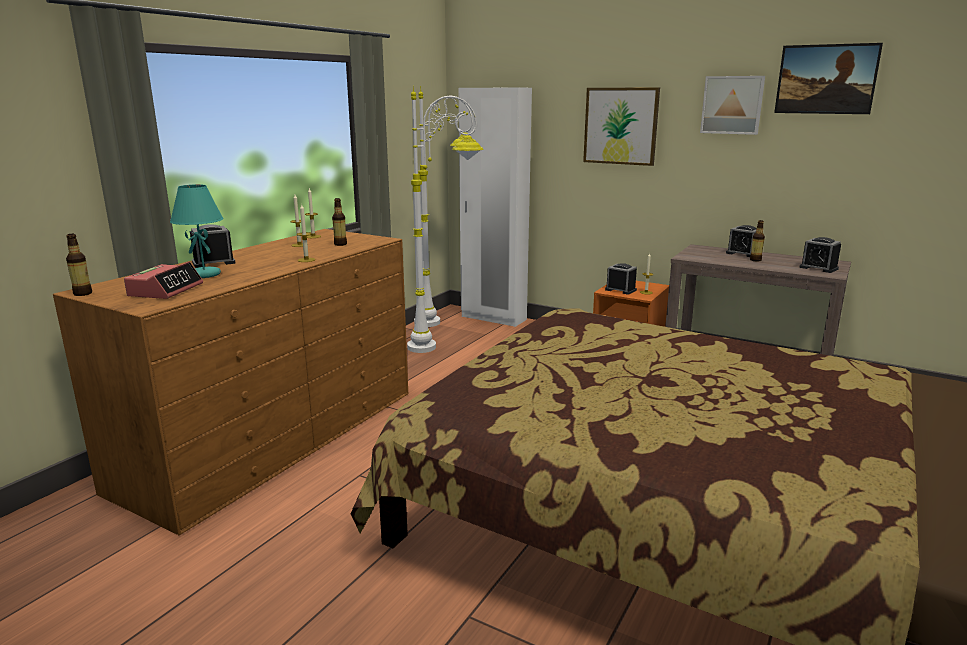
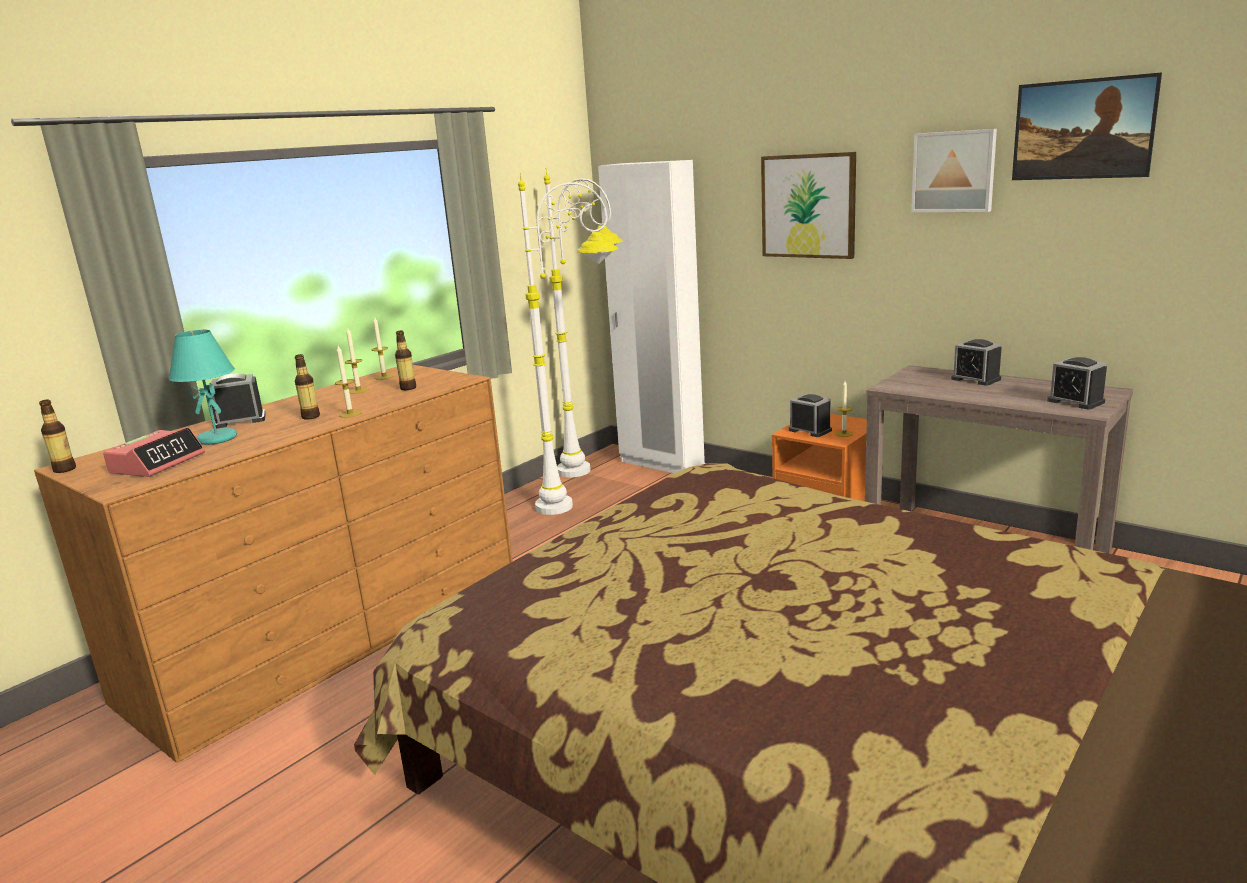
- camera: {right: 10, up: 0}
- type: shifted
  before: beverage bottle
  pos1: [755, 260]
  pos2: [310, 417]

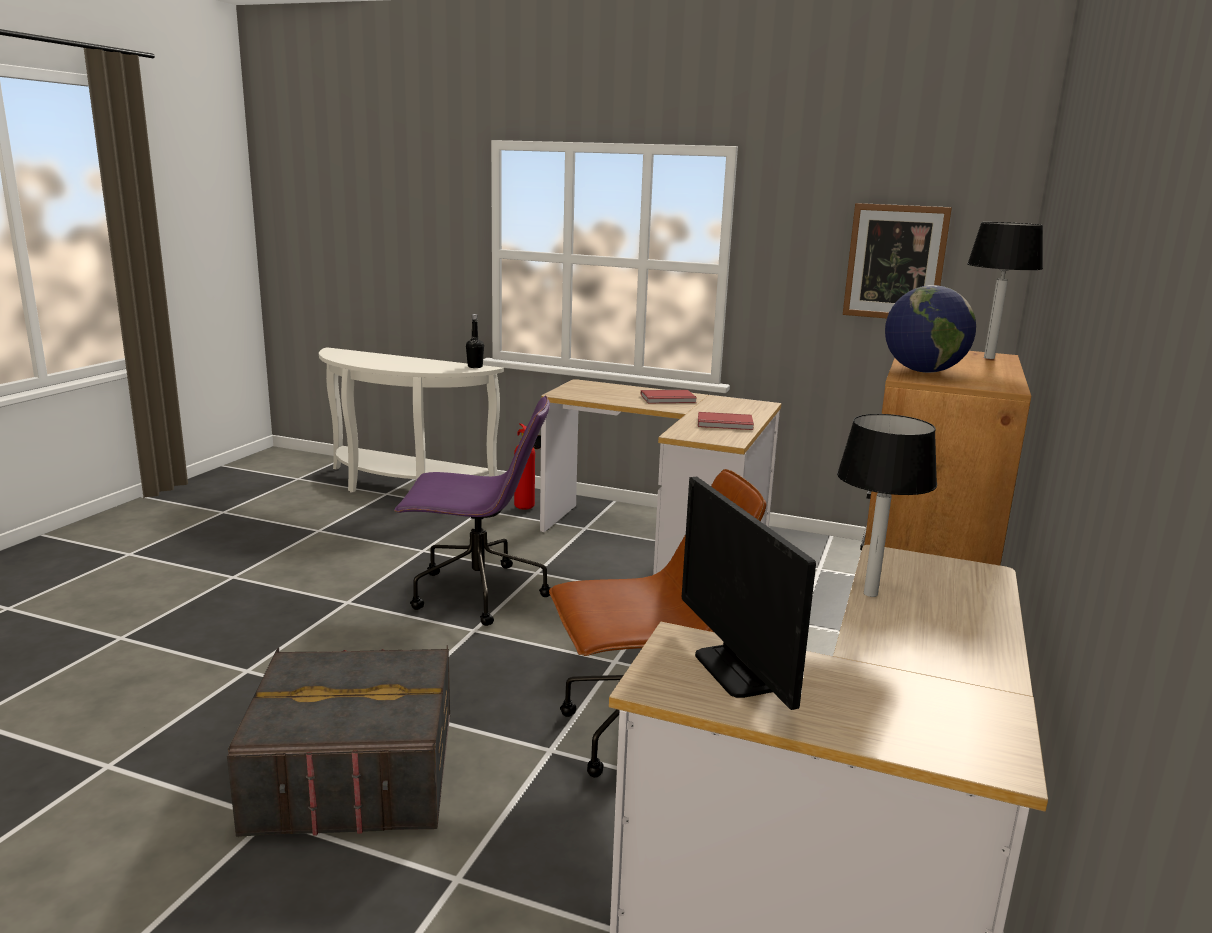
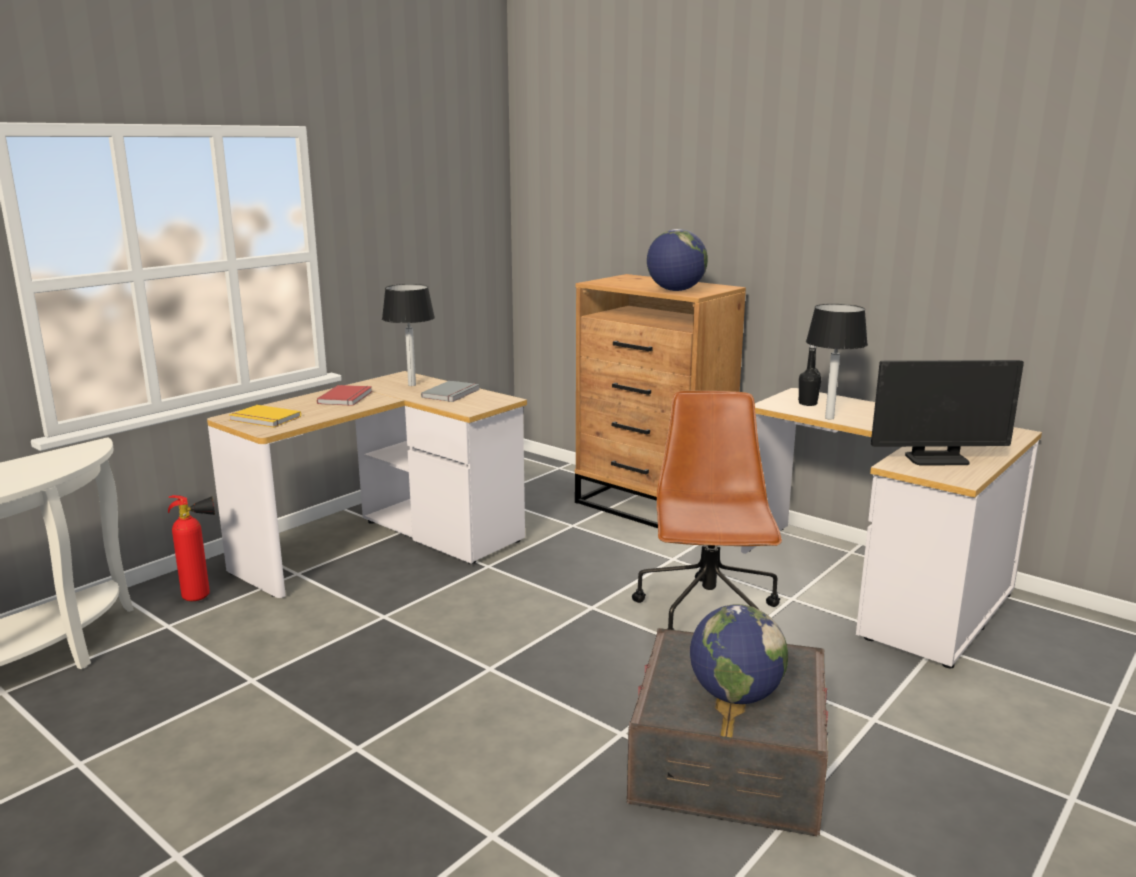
- camera: {right: -70, up: 0}
- type: gone
  before: office chair in purple
  pos1: [476, 594]
- type: gone
  before: wall picture
  pos1: [895, 262]
- type: new
  after: bound book in yellow
  pos2: [264, 419]
- type: new
  after: globe
  pos2: [735, 695]
- type: shifted
  before: beverage bottle in blackish
  pos1: [475, 366]
  pos2: [807, 403]
- type: shifted
  before: table lamp
  pos1: [989, 358]
  pos2: [412, 385]
- type: repainted
  before: bound book in reddish
  after: bound book in grey
  pos1: [725, 424]
  pos2: [452, 393]

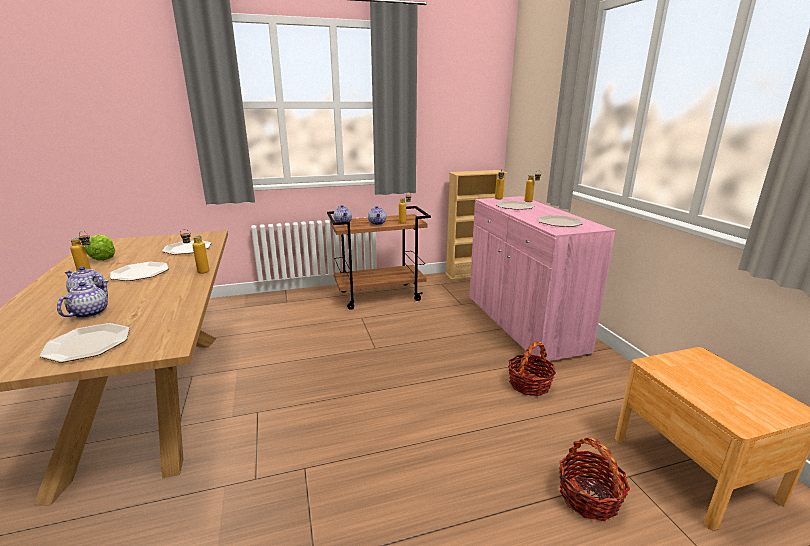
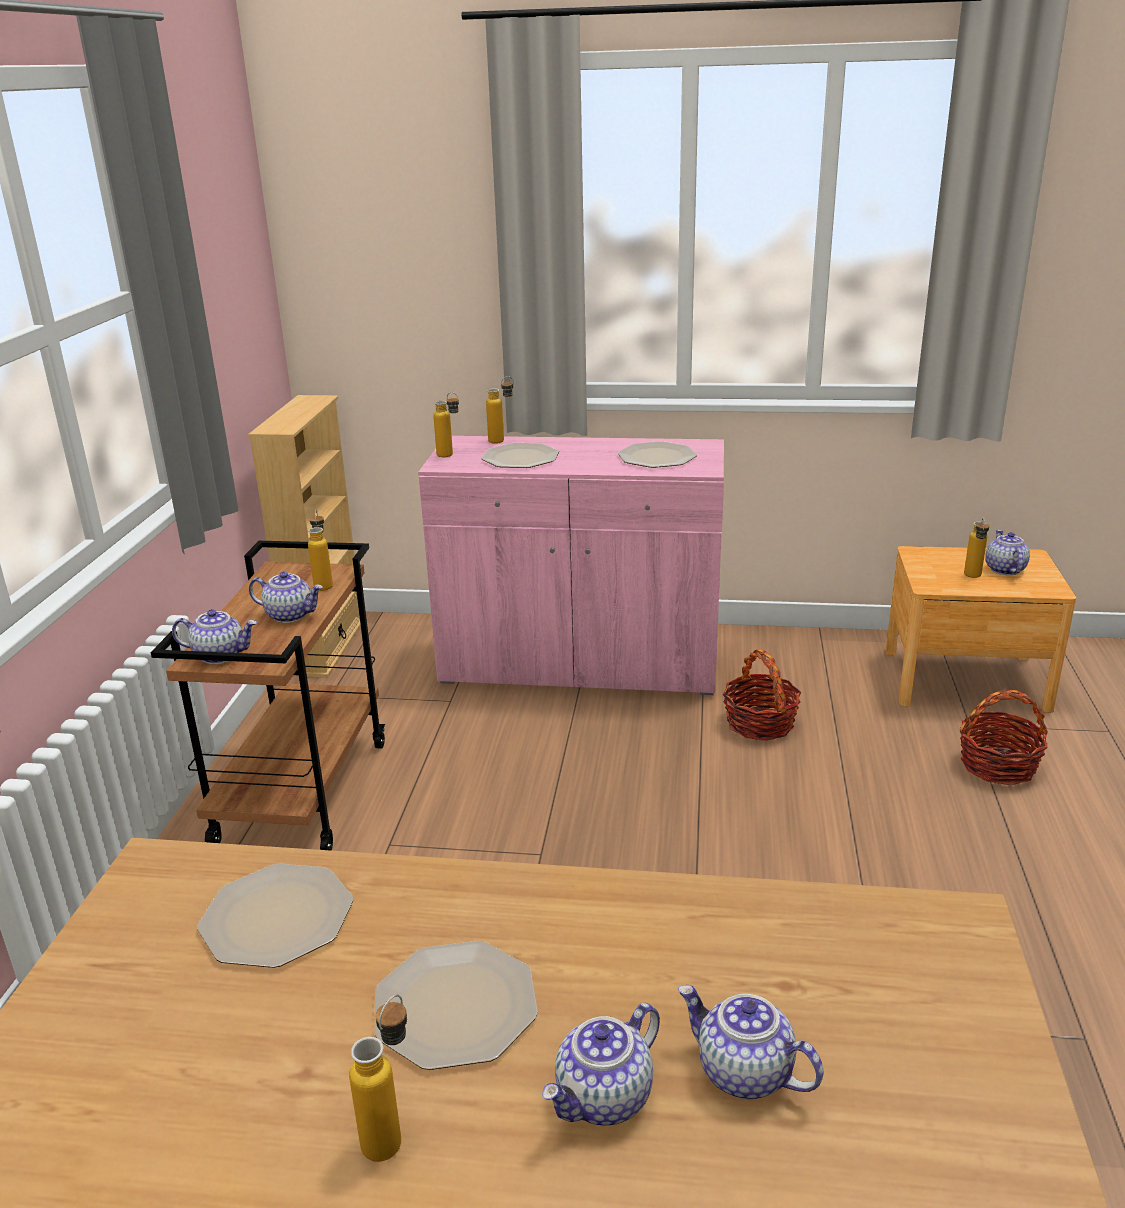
- camera: {right: -65, up: 5}
- type: gone
  before: flat dish
  pos1: [87, 344]
- type: gone
  before: lettuce head
  pos1: [103, 258]
- type: new
  after: tea pot
  pos2: [1004, 569]
- type: shifted
  before: beverage bottle
  pos1: [198, 272]
  pos2: [973, 577]

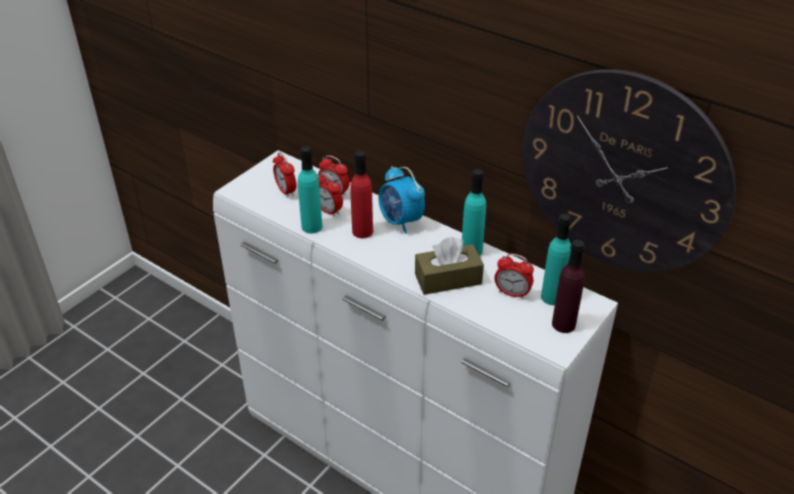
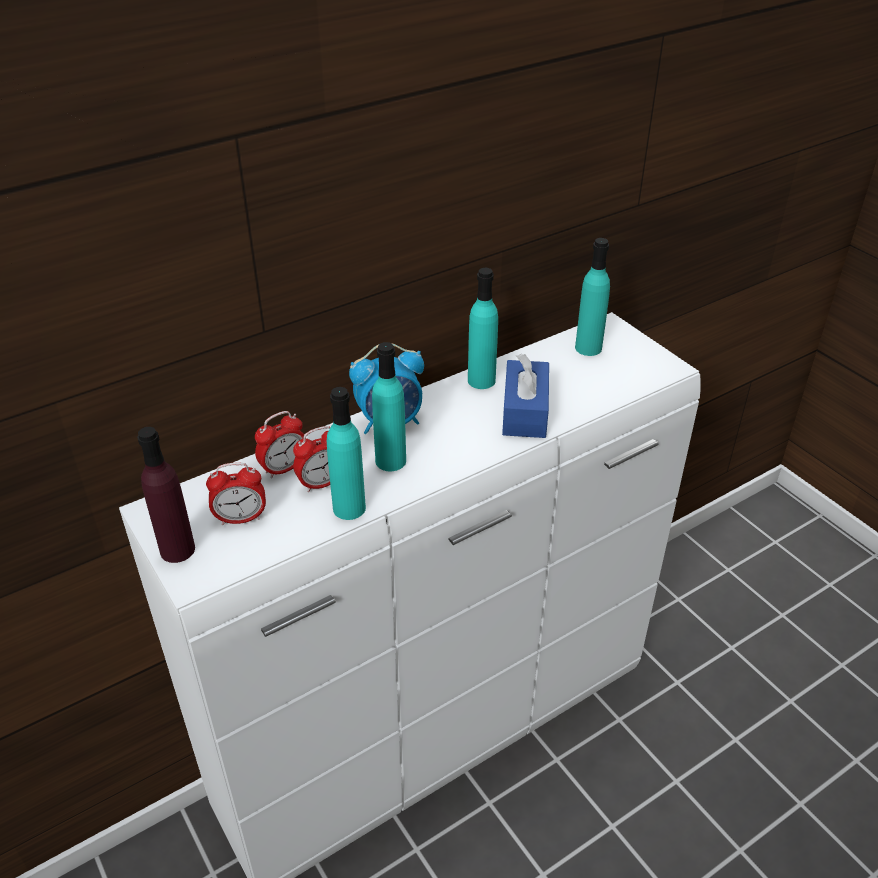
- camera: {right: -70, up: 0}
- type: gone
  before: bedside clock
  pos1: [512, 293]
- type: gone
  before: wall clock
  pos1: [623, 174]
- type: shifted
  before: beverage bottle in purple
  pos1: [563, 324]
  pos2: [177, 550]
- type: repainted
  before: beverage bottle in reddish
  after: beverage bottle in turquoise
  pos1: [362, 231]
  pos2: [390, 461]
- type: repainted
  before: tissue holder in brown-coloured
  after: tissue holder in blue-coloured
  pos1: [448, 279]
  pos2: [525, 411]

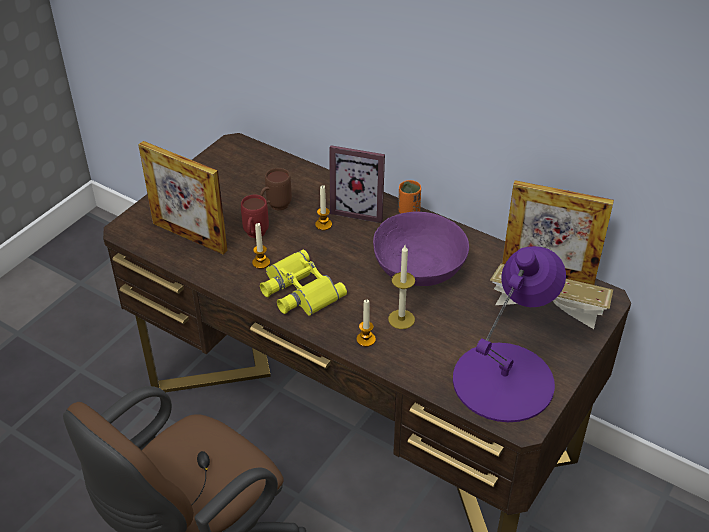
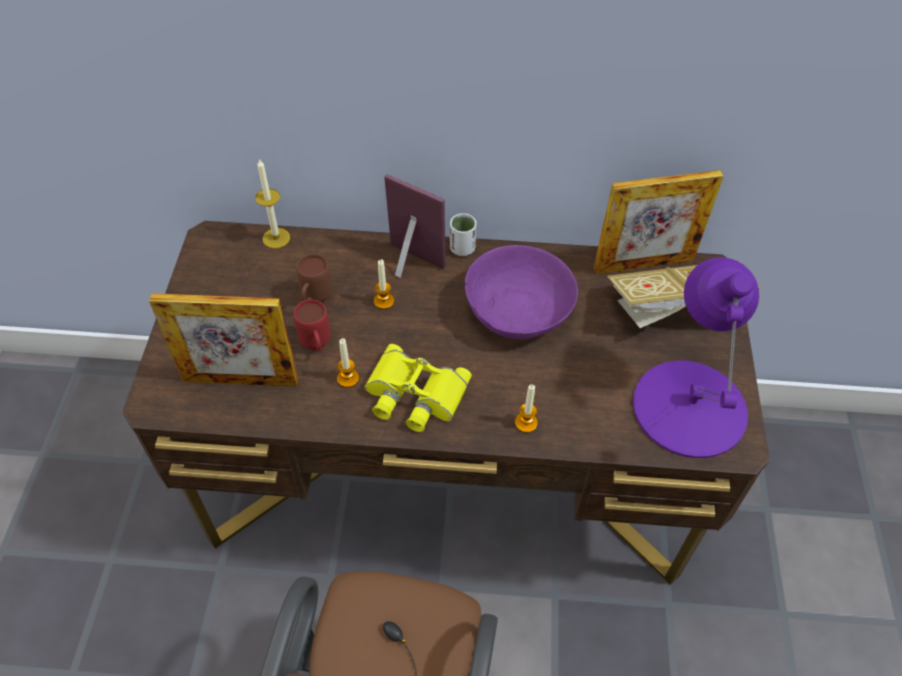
- camera: {right: -30, up: 10}
- type: shifted
  before: candle
  pos1: [401, 319]
  pos2: [276, 238]
- type: repainted
  before: drinking cup in orange
  after: drinking cup in whitish
  pos1: [409, 211]
  pos2: [462, 248]
- type: rotated
  before: picture frame
  pos1: [359, 209]
  pos2: [409, 265]
  turn: -135

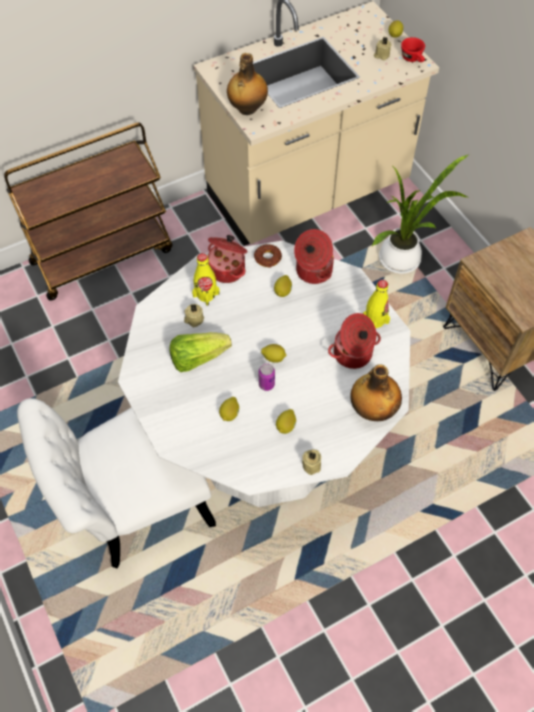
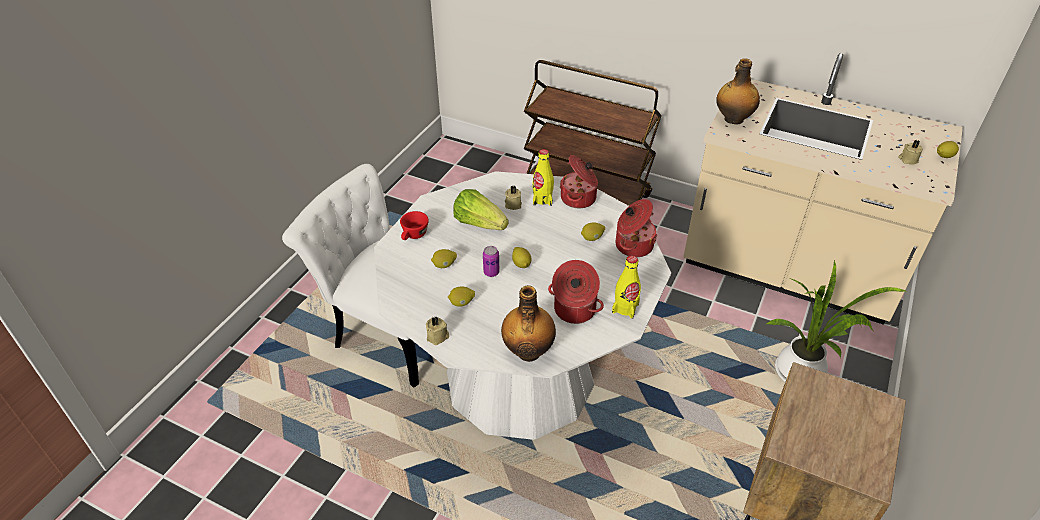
- camera: {right: 55, up: -15}
- type: gone
  before: donut
  pos1: [268, 258]
- type: shifted
  before: drinking cup in reddish
  pos1: [413, 59]
  pos2: [414, 236]

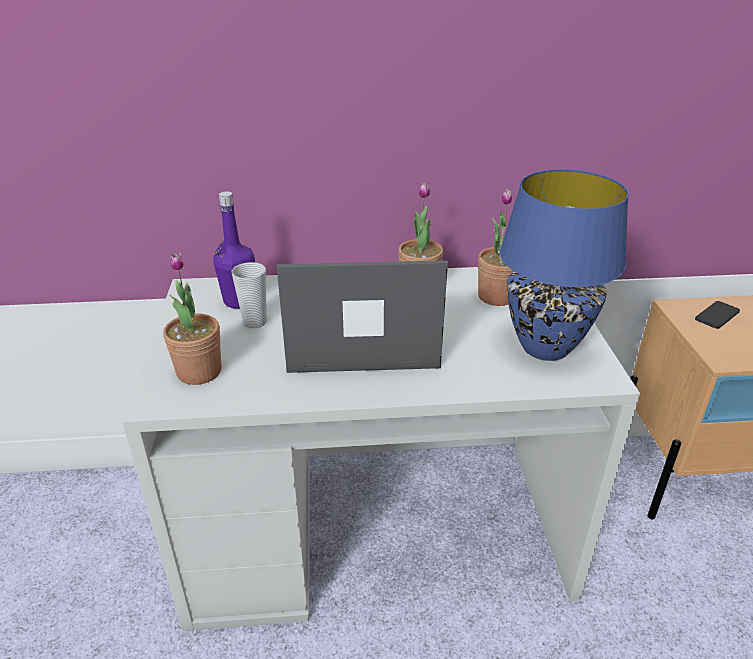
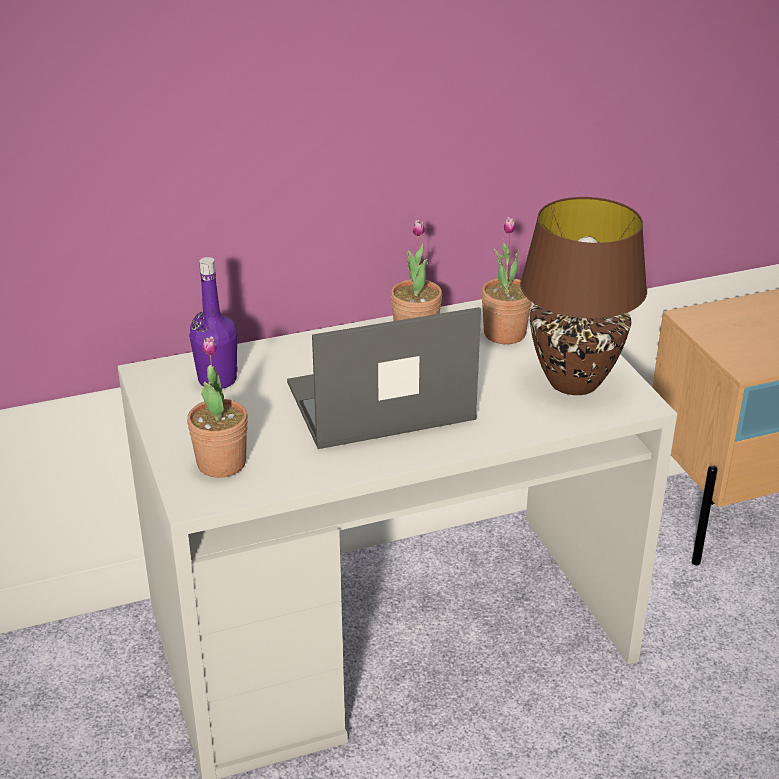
- camera: {right: -15, up: 0}
- type: gone
  before: drinking cup
  pos1: [255, 322]
- type: gone
  before: phone
  pos1: [717, 315]
- type: repainted
  before: table lamp in blue-coloured
  after: table lamp in brown-coloured
  pos1: [544, 347]
  pos2: [572, 382]

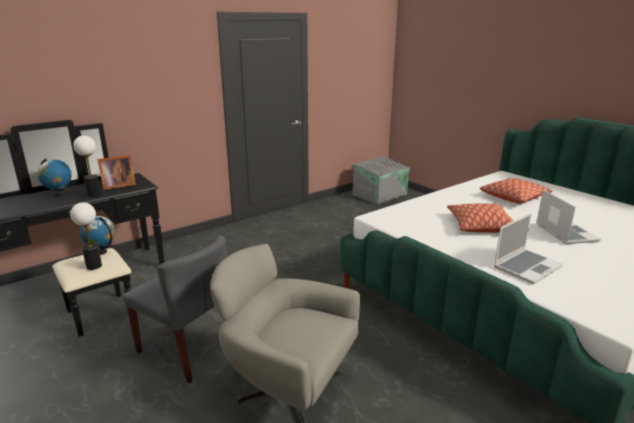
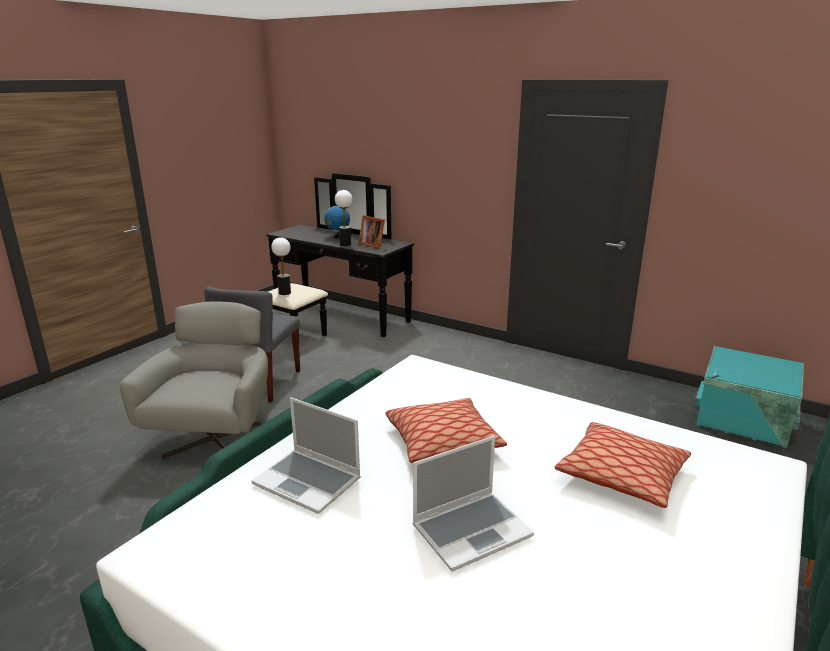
- camera: {right: 70, up: 0}
- type: gone
  before: globe
  pos1: [102, 252]
- type: repainted
  before: storage bin in grey
  after: storage bin in turquoise
  pos1: [380, 194]
  pos2: [743, 421]

